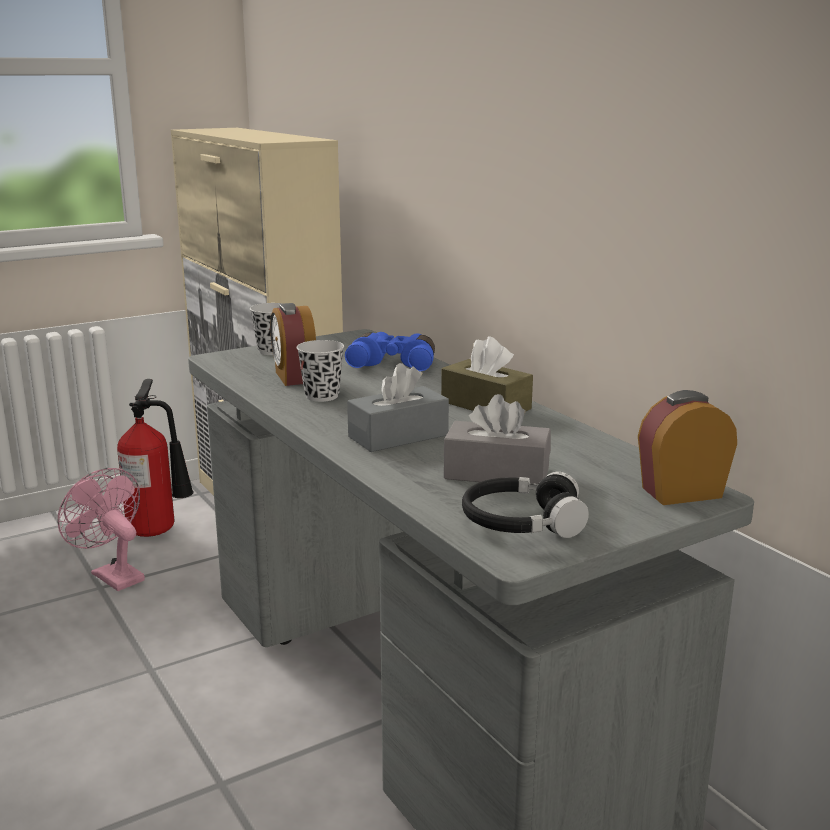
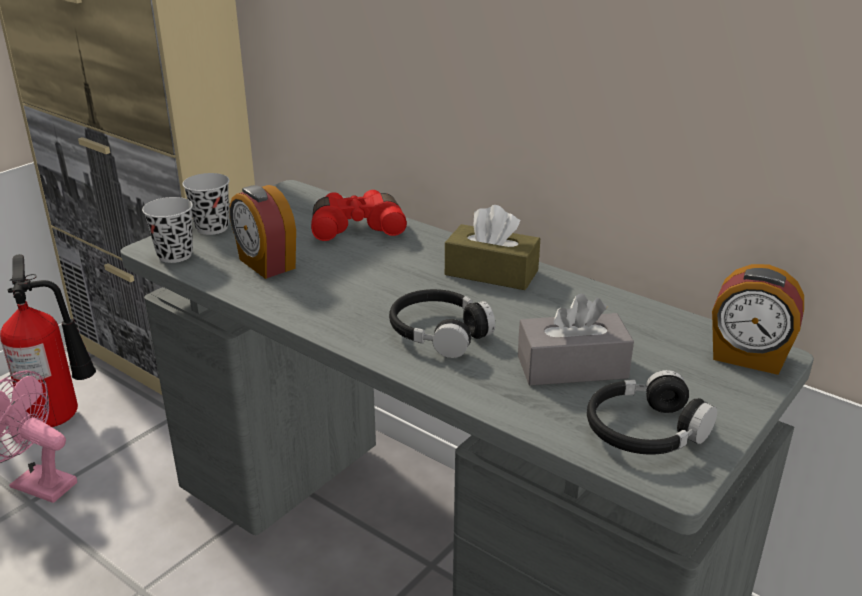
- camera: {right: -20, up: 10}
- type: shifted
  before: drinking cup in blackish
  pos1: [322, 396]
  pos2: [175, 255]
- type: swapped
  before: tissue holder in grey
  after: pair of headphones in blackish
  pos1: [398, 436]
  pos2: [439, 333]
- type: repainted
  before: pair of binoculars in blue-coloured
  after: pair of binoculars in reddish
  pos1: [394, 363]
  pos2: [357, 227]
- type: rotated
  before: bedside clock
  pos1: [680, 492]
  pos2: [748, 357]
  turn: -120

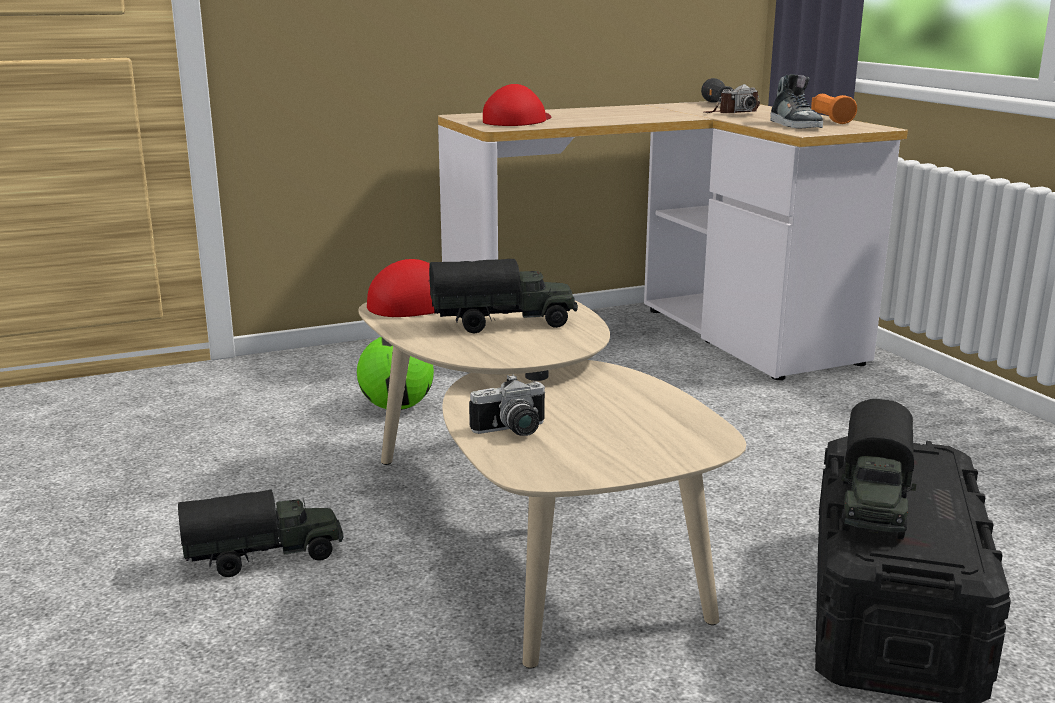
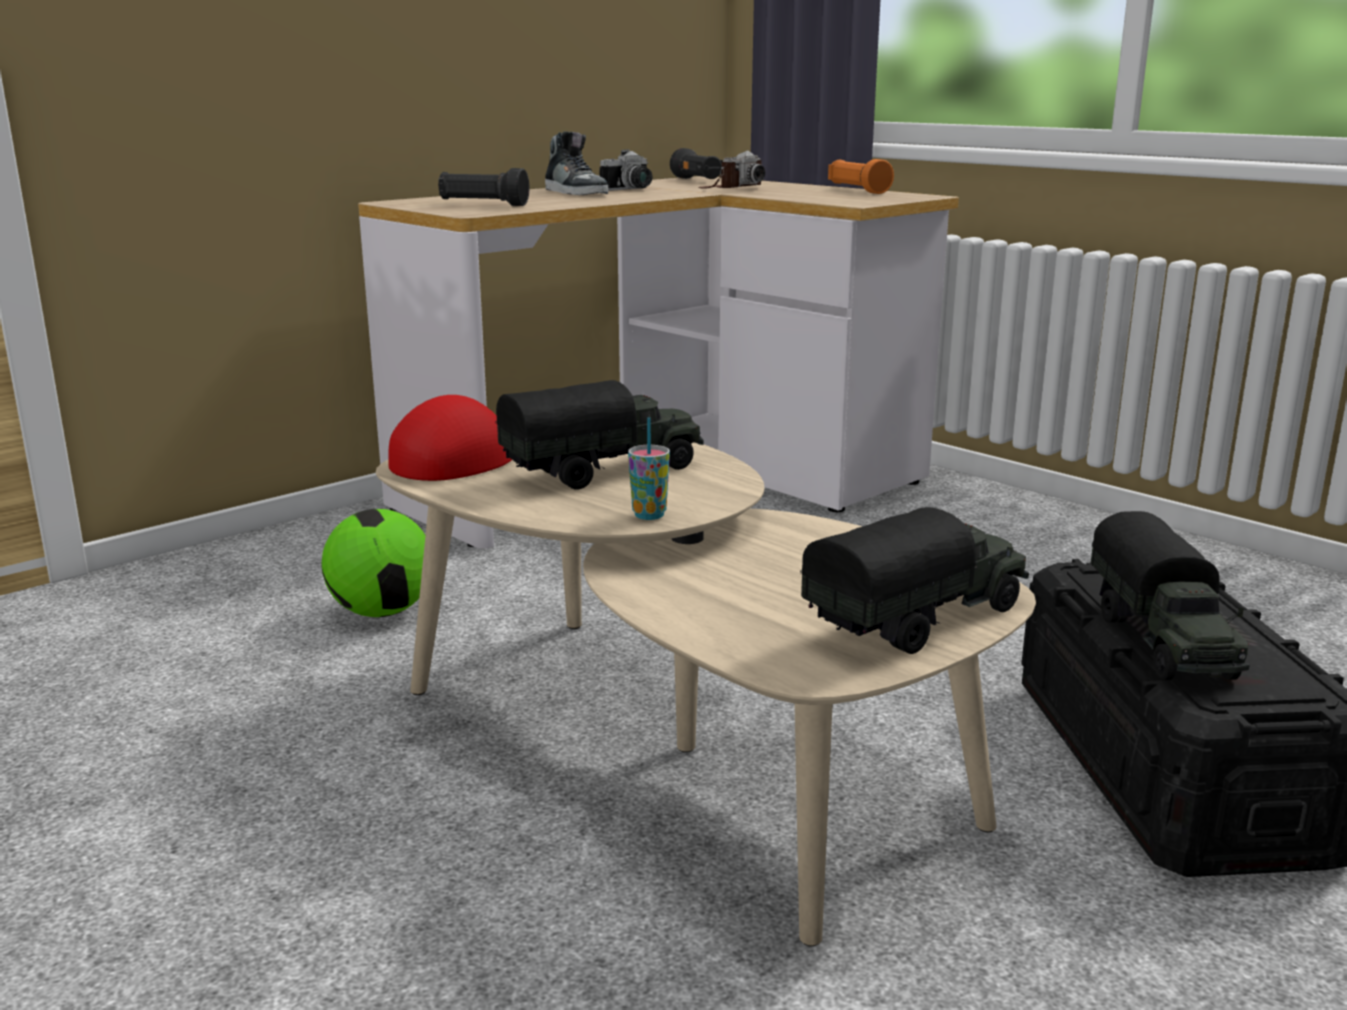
- camera: {right: -20, up: 0}
- type: new
  after: drinking cup
  pos2: [649, 515]
- type: shifted
  before: toy truck
  pos1: [265, 557]
  pos2: [920, 621]
- type: shifted
  before: photo camera
  pos1: [513, 431]
  pos2: [631, 189]
- type: shifted
  before: shoe
  pos1: [795, 125]
  pos2: [576, 192]
- type: swapped
  before: cap in reddish
  after: flashlight in blackish
  pos1: [518, 121]
  pos2: [483, 205]

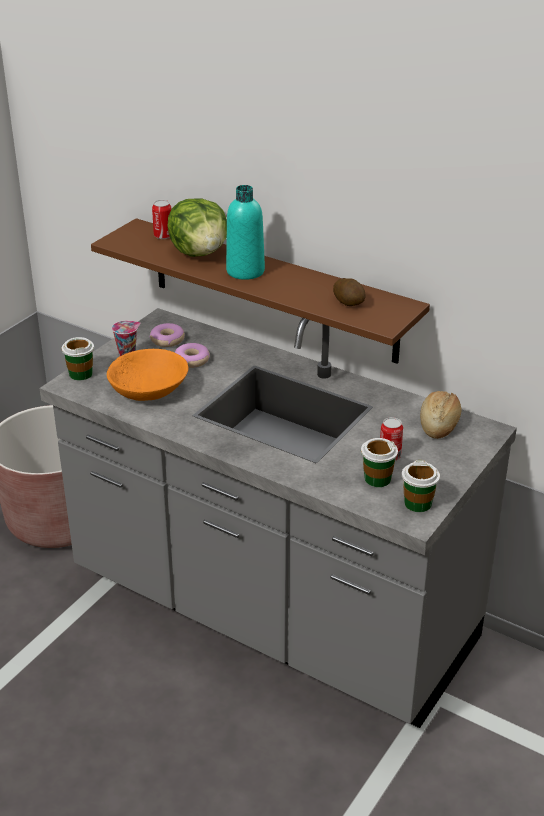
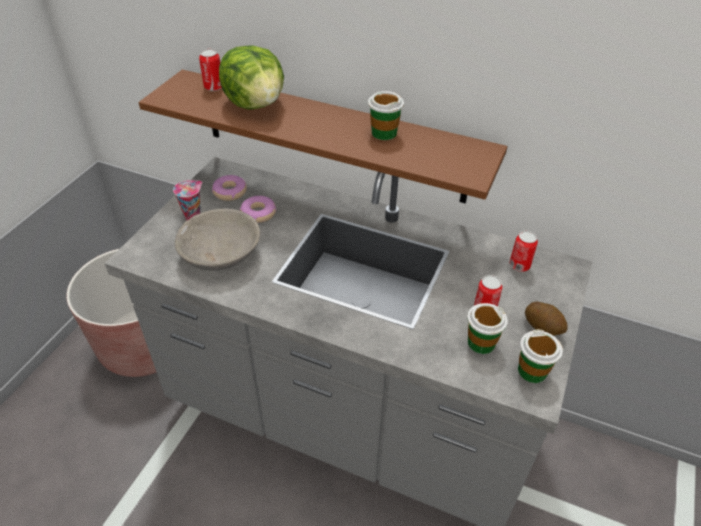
- camera: {right: -10, up: 10}
- type: gone
  before: beverage bottle in turquoise
  pos1: [245, 271]
- type: shifted
  before: drinking cup
  pos1: [80, 374]
  pos2: [384, 133]
- type: shifted
  before: potato
  pos1: [349, 302]
  pos2: [543, 327]
- type: swapped
  before: bread
  after: can
  pos1: [439, 424]
  pos2: [519, 265]
- type: repainted
  before: deep dish in orange
  after: deep dish in grey
  pos1: [149, 389]
  pos2: [221, 253]

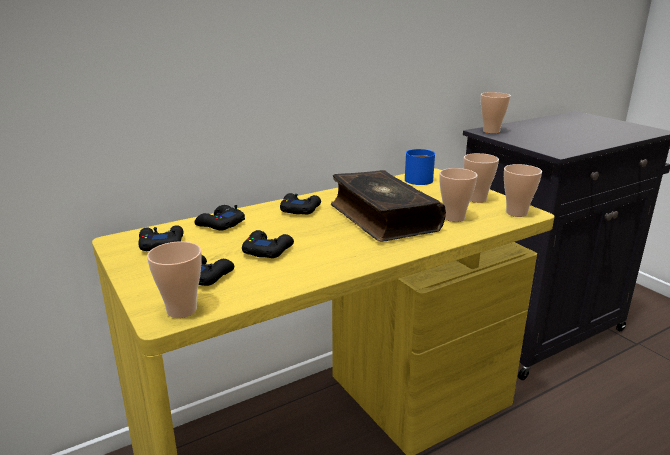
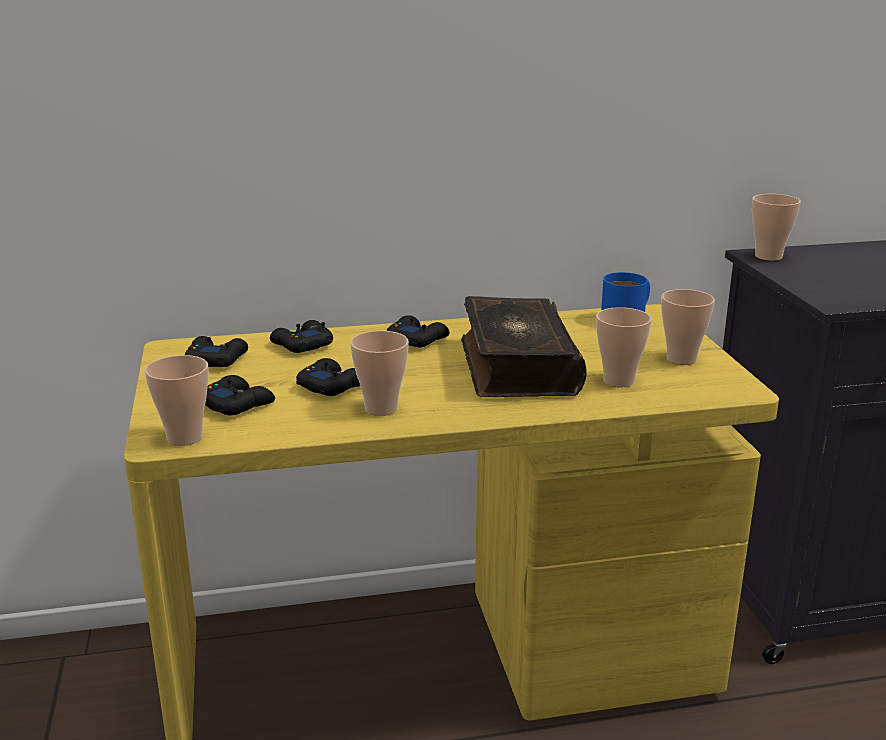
- camera: {right: 20, up: 0}
- type: shifted
  before: drinking cup
  pos1: [516, 213]
  pos2: [381, 408]

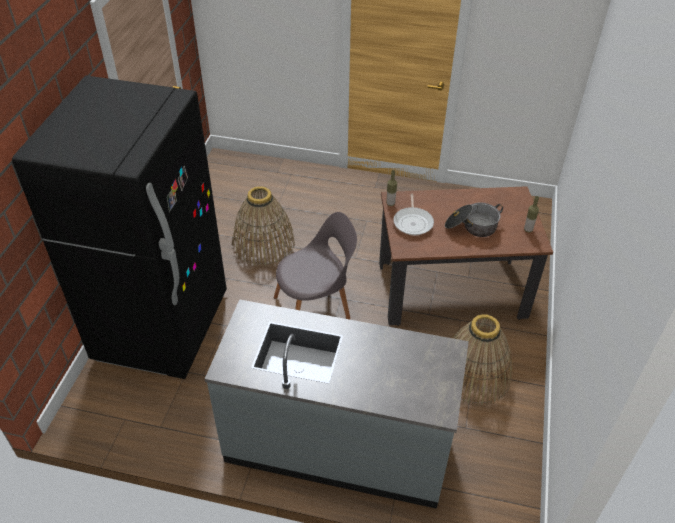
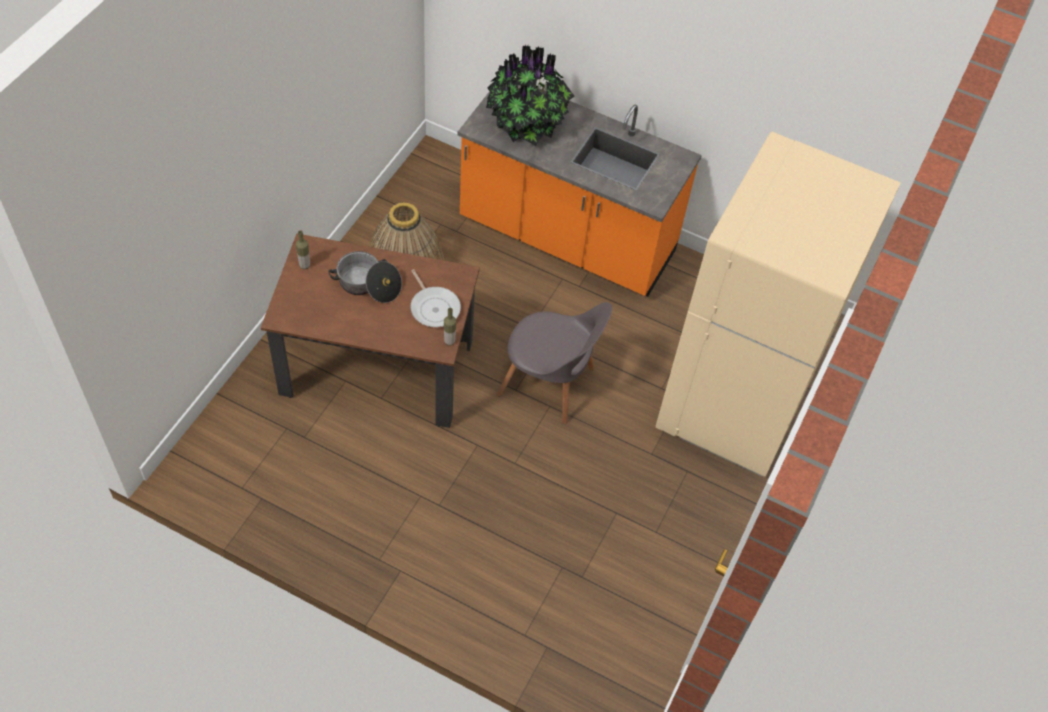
- camera: {right: -170, up: 10}
- type: gone
  before: storage basket
  pos1: [263, 244]
- type: new
  after: potted plant
  pos2: [527, 124]
- type: repainted
  before: kitchen fridge in blackish
  after: kitchen fridge in beige
  pos1: [162, 326]
  pos2: [734, 404]
- type: repainted
  before: kitchen base unit in grey
  after: kitchen base unit in orange
  pos1: [338, 444]
  pos2: [566, 239]
- type: rotated
  before: upright chair in grey
  pos1: [315, 308]
  pos2: [550, 384]
  turn: -150
- type: rotated
  before: pan
  pos1: [413, 222]
  pos2: [434, 307]
  turn: 135

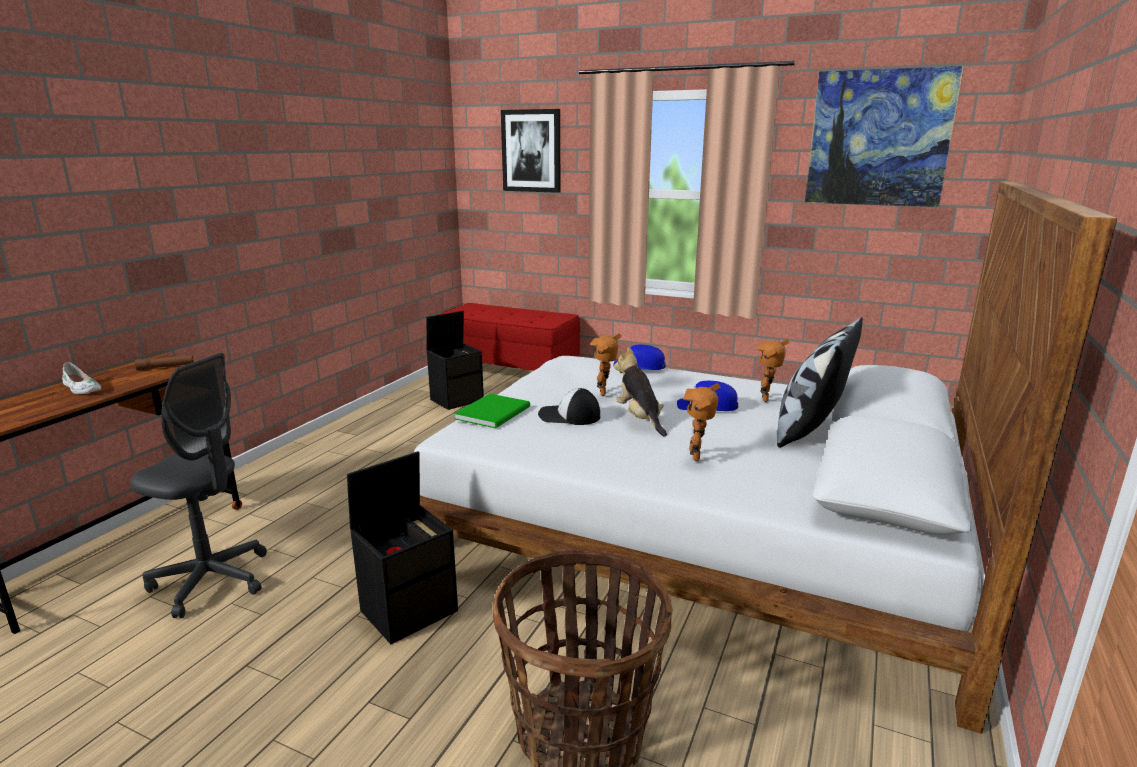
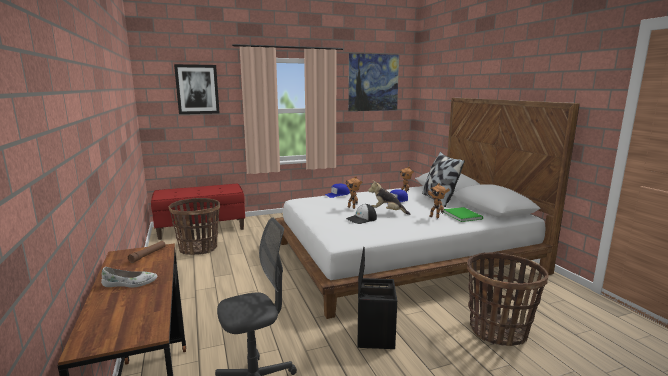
- camera: {right: -45, up: -5}
- type: shifted
  before: bound book in green-coloured
  pos1: [495, 412]
  pos2: [462, 215]
- type: swapped
  before: storage bin in blackish
  after: storage basket
  pos1: [457, 399]
  pos2: [198, 248]

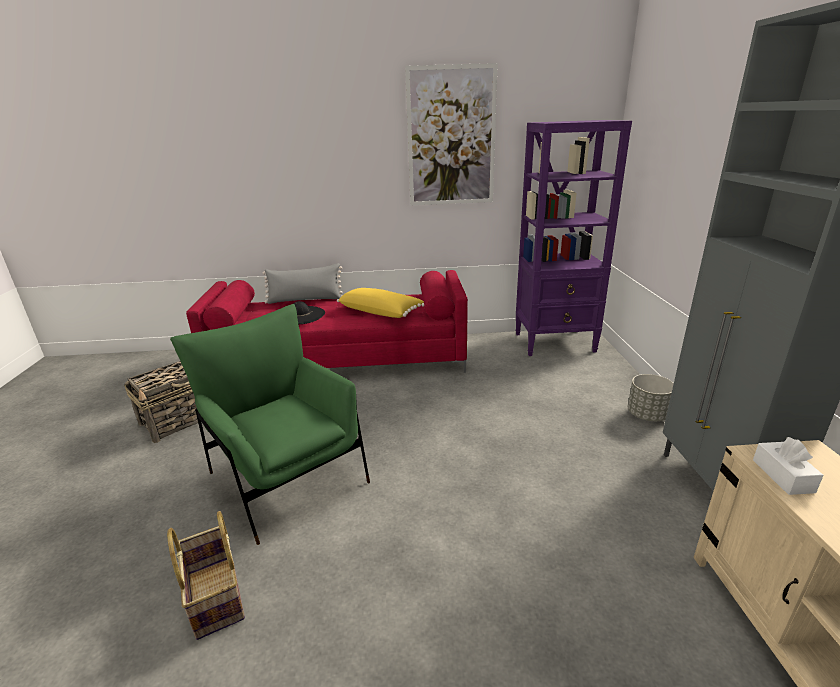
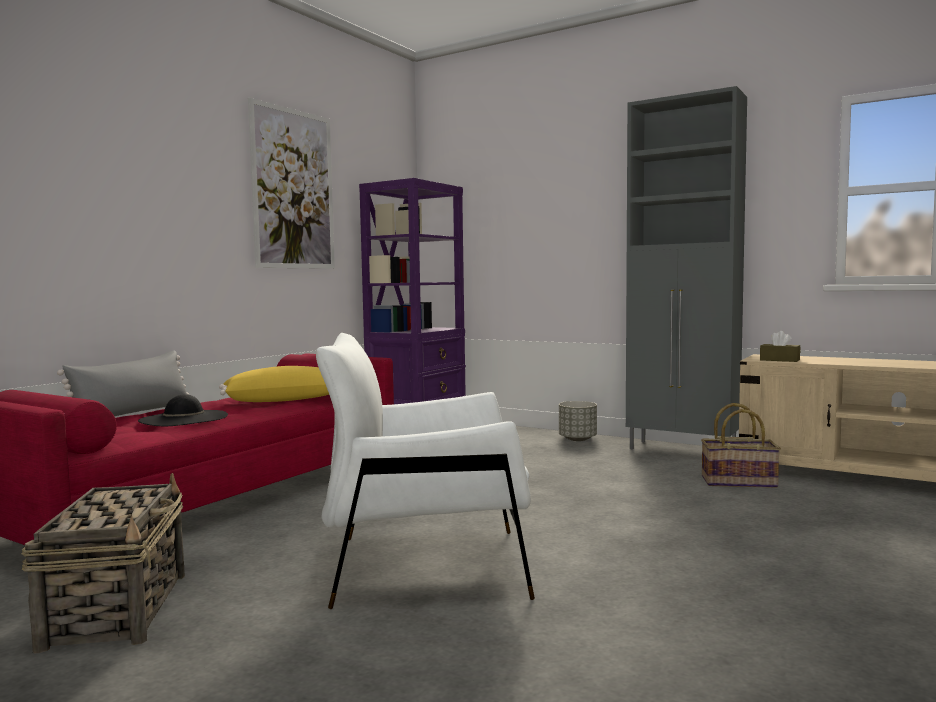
- camera: {right: -55, up: -20}
- type: shifted
  before: storage basket
  pos1: [217, 595]
  pos2: [739, 481]
- type: repainted
  before: armchair in green-coloured
  after: armchair in whitish
  pos1: [287, 476]
  pos2: [427, 566]
- type: repainted
  before: tissue holder in whitish
  after: tissue holder in brown-coloured
  pos1: [782, 476]
  pos2: [779, 360]

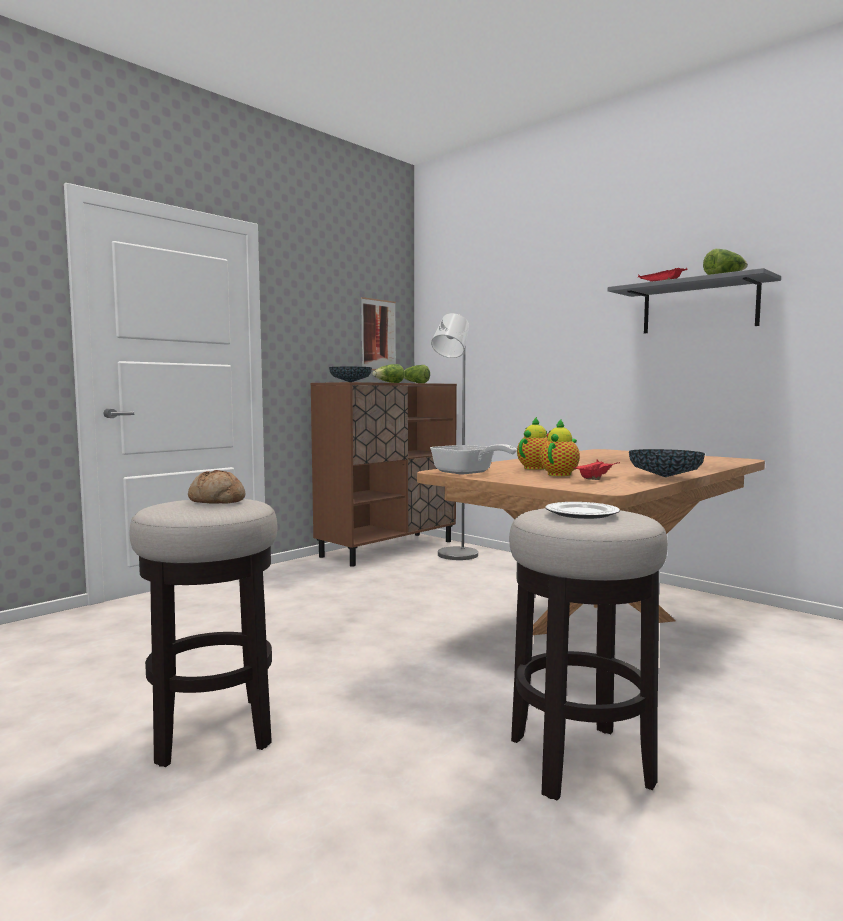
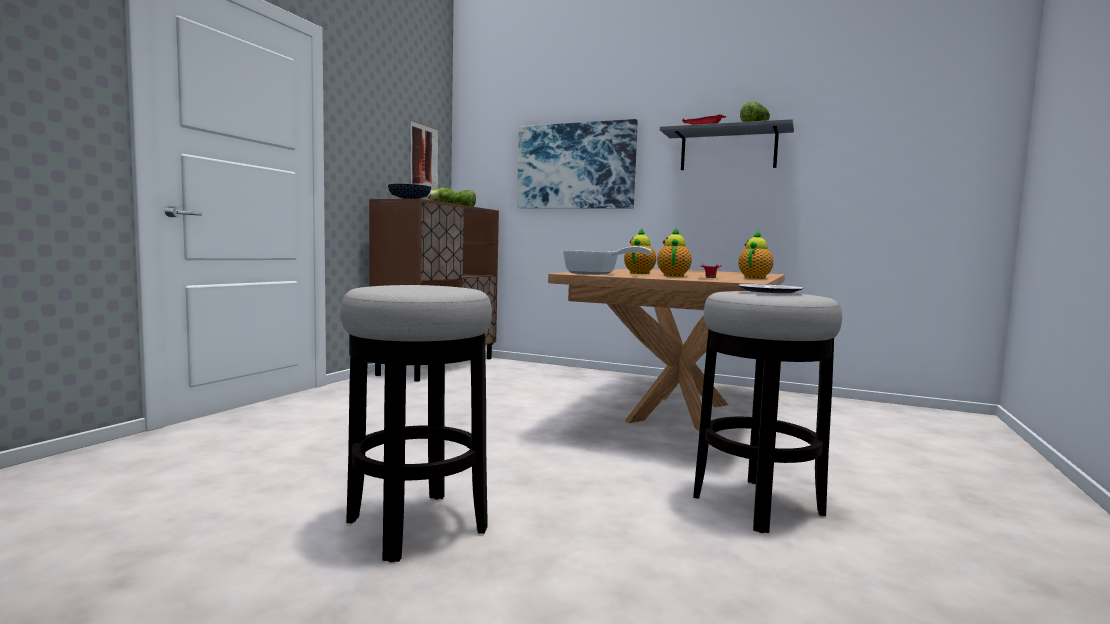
- camera: {right: -20, up: 0}
- type: gone
  before: bread
  pos1: [216, 501]
- type: gone
  before: floor lamp in grey
  pos1: [454, 556]
- type: new
  after: wall picture
  pos2: [575, 166]
- type: swapped
  before: deep dish
  after: tea pot
  pos1: [665, 477]
  pos2: [755, 278]

